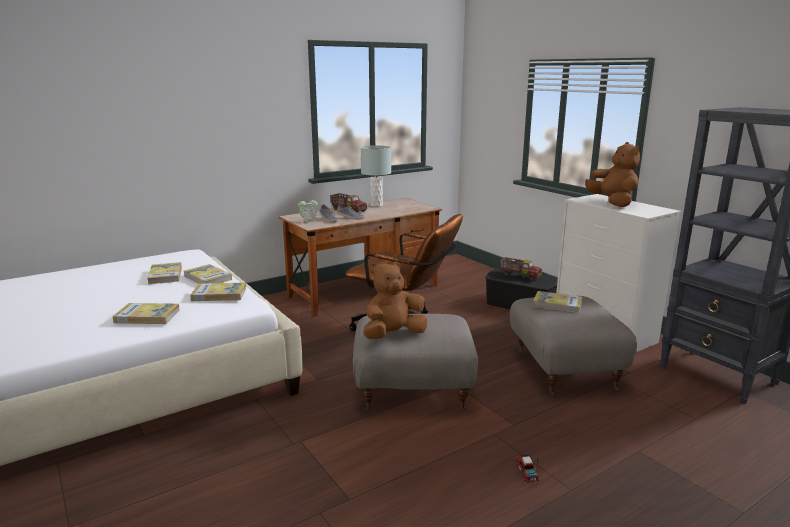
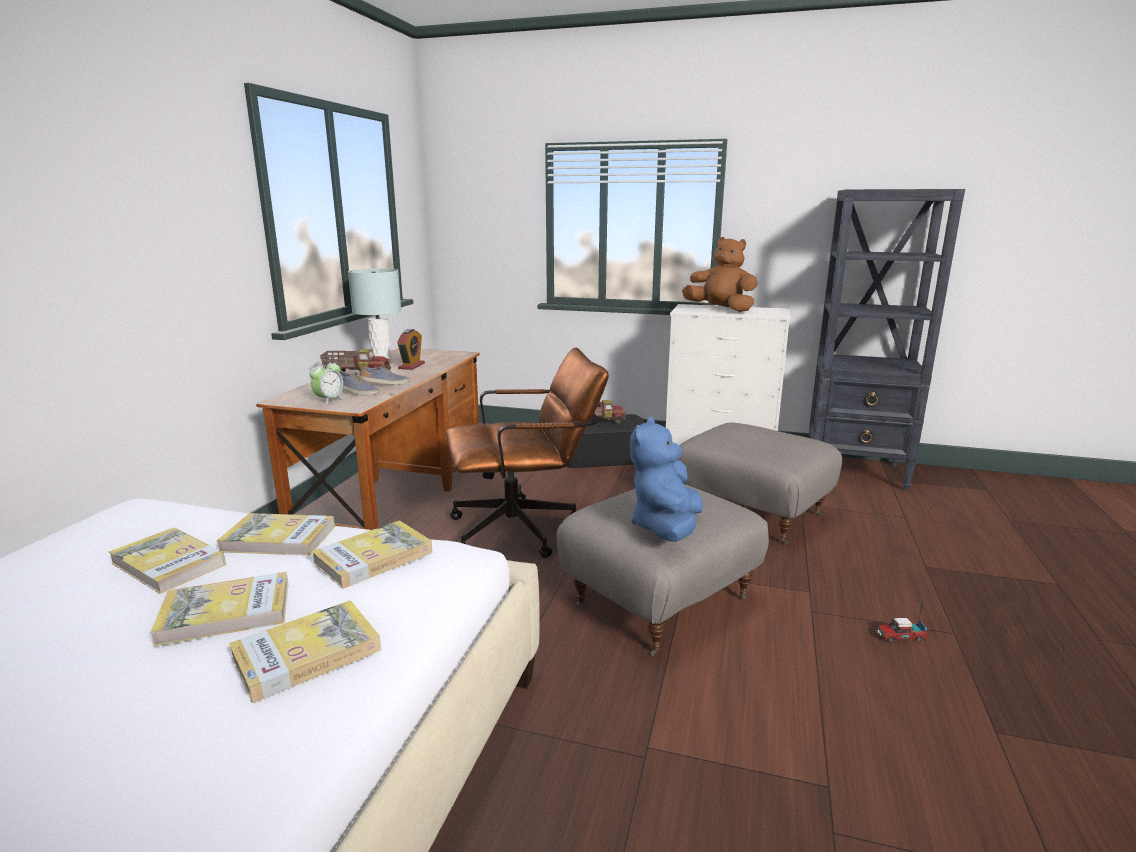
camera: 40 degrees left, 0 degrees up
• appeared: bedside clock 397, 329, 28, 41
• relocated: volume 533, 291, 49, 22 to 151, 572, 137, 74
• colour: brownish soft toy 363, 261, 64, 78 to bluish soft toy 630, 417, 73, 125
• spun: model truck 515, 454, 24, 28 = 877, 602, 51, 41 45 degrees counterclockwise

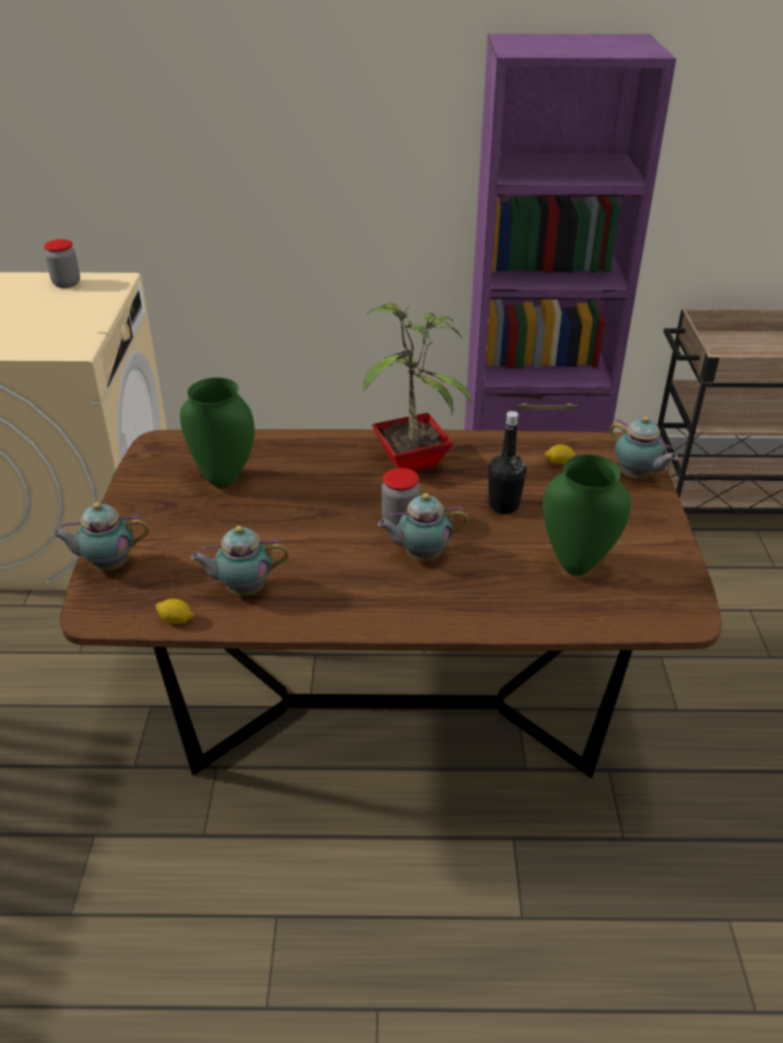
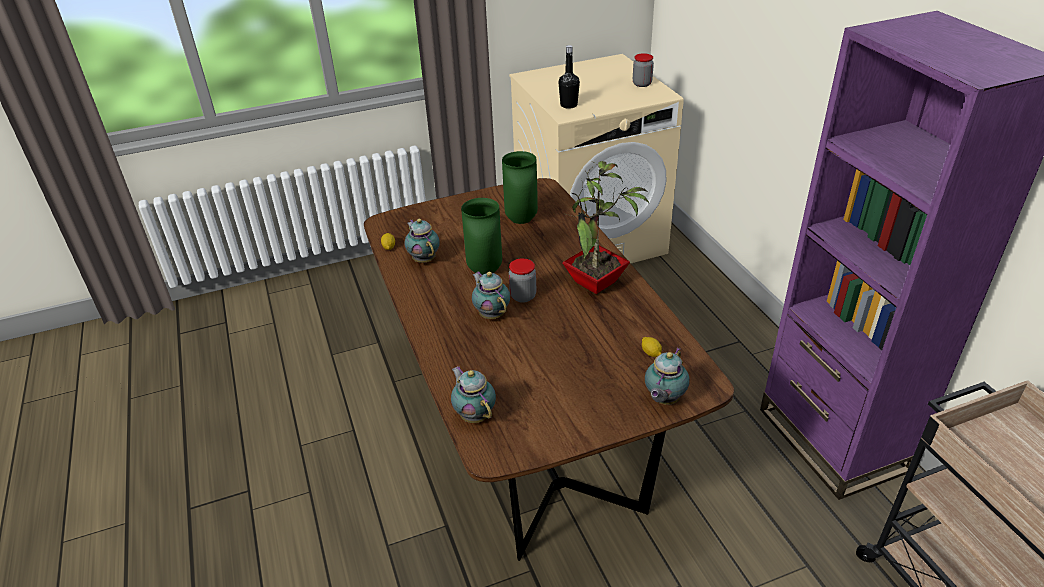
camera: 70 degrees right, 0 degrees up
• relocated: teapot 52, 502, 97, 69 to 451, 366, 45, 57
• relocated: blackish bottle 488, 411, 38, 103 to 558, 45, 22, 64
• relocated: greenish vase 542, 454, 89, 122 to 461, 198, 41, 77

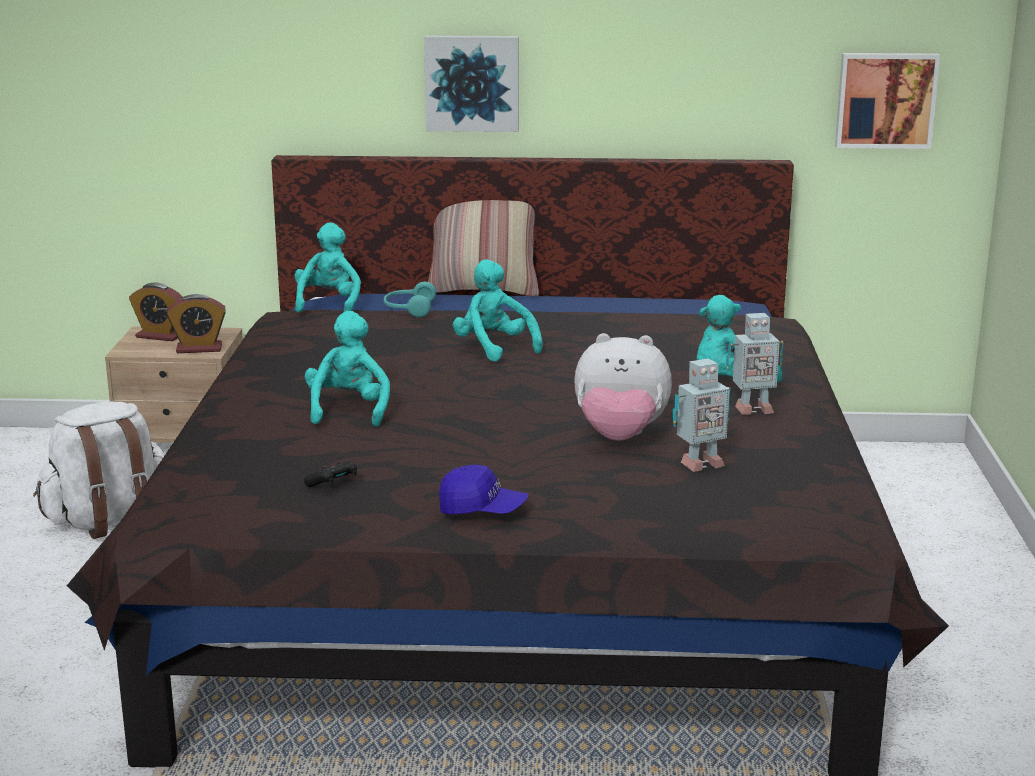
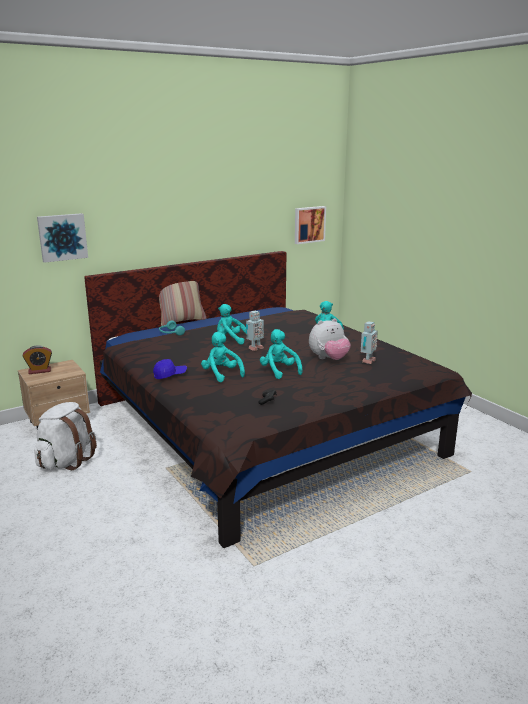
camera: 35 degrees left, 0 degrees up
• missing: bedside clock 167, 294, 59, 59
• relocated: blue-green soft toy 295, 222, 66, 90 to 260, 329, 43, 50
• relocated: picture 424, 35, 95, 97 to 37, 213, 51, 50
• relocated: bluish cap 439, 464, 90, 50 to 153, 359, 34, 20
• relocated: model robot 726, 313, 58, 102 to 245, 311, 19, 40

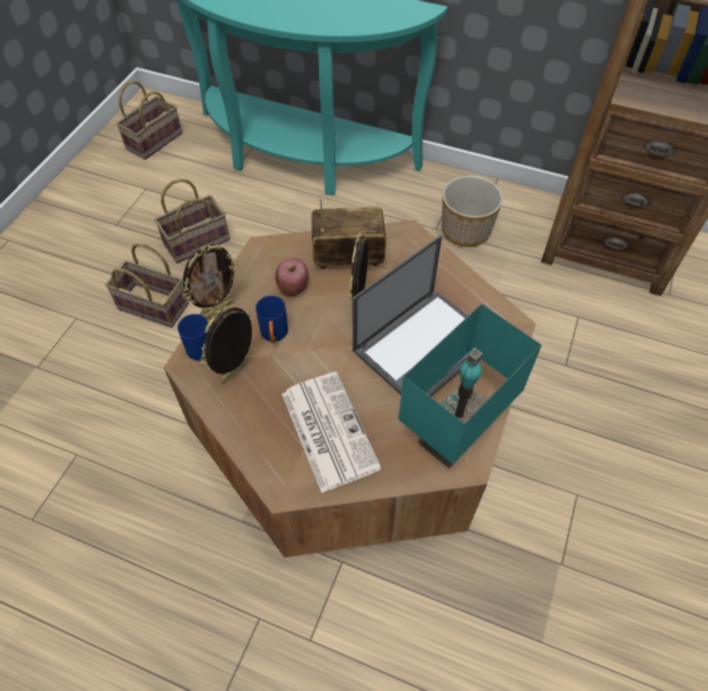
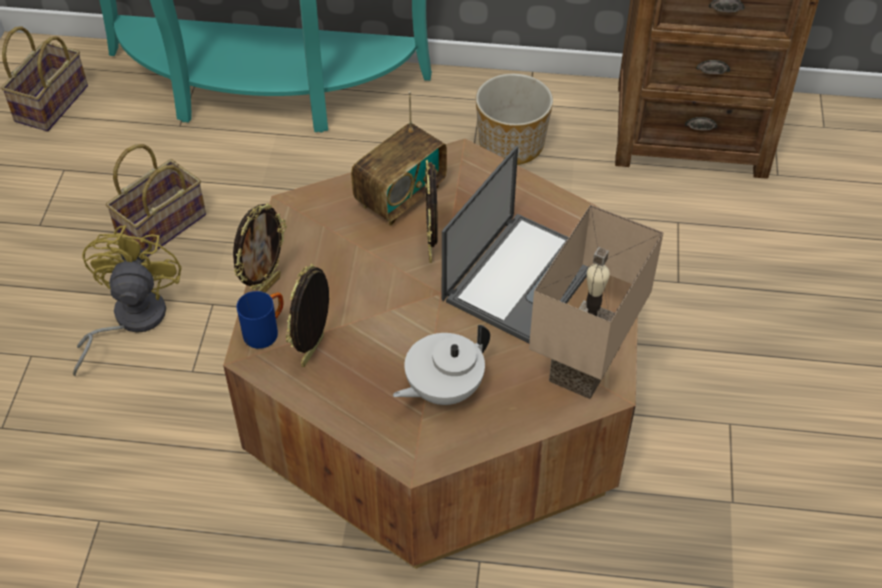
camera: 15 degrees left, 5 degrees down
• missing: bluish coffee mug 256, 296, 32, 47
• missing: apple 275, 258, 34, 38
• exchanged: storage basket 105, 243, 84, 85 to yellowish fan 73, 225, 109, 151
• exchanged: daily paper 282, 372, 100, 121 to white-coloured teapot 393, 325, 97, 80
• colour: blue-green lamp for a table 398, 304, 144, 164 to beige-coloured lamp for a table 529, 204, 135, 195
• spun: radio receiver 311, 198, 75, 71 = 351, 91, 96, 135 150 degrees clockwise

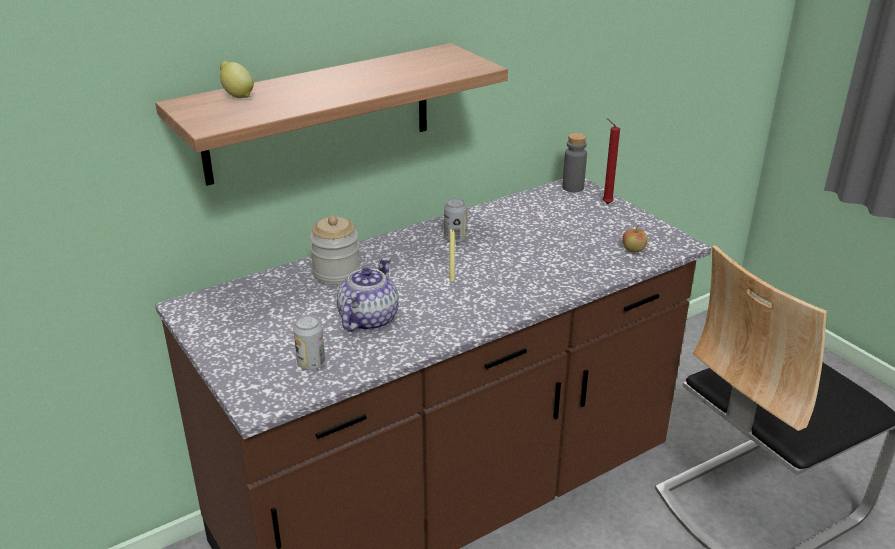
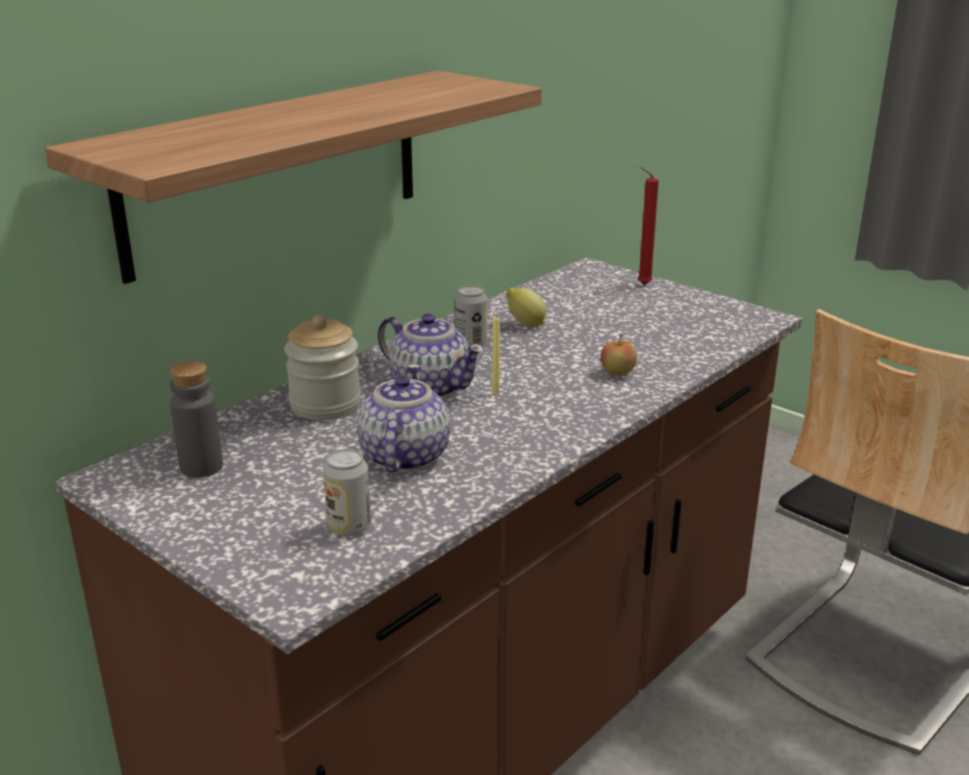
camera: 15 degrees left, 5 degrees down
• appeared: teapot 378, 314, 106, 84
• relocated: citrus fruit 220, 61, 34, 37 to 506, 288, 41, 39
• relocated: greyish bottle 562, 133, 25, 59 to 169, 361, 54, 117
• relocated: apple 622, 225, 25, 28 to 601, 334, 36, 42

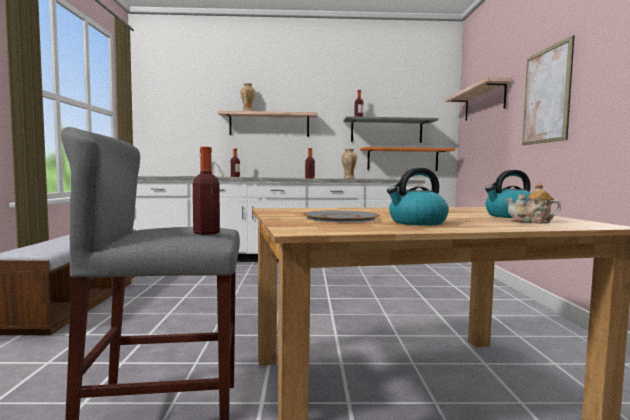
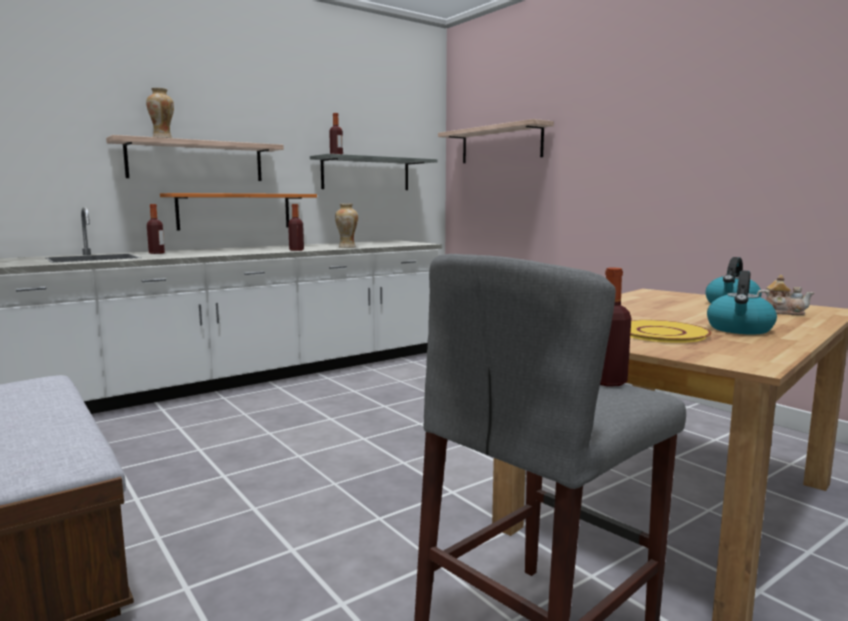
camera: 35 degrees left, 5 degrees up
• missing: picture 522, 35, 52, 110
• relocated: orange-coloured bracket shelf 360, 147, 95, 24 to 160, 193, 157, 37
• colour: greyish dinner plate 303, 211, 77, 11 to yellowish dinner plate 630, 320, 82, 23
• spun: teapot 506, 183, 55, 41 = 757, 275, 57, 40 135 degrees counterclockwise

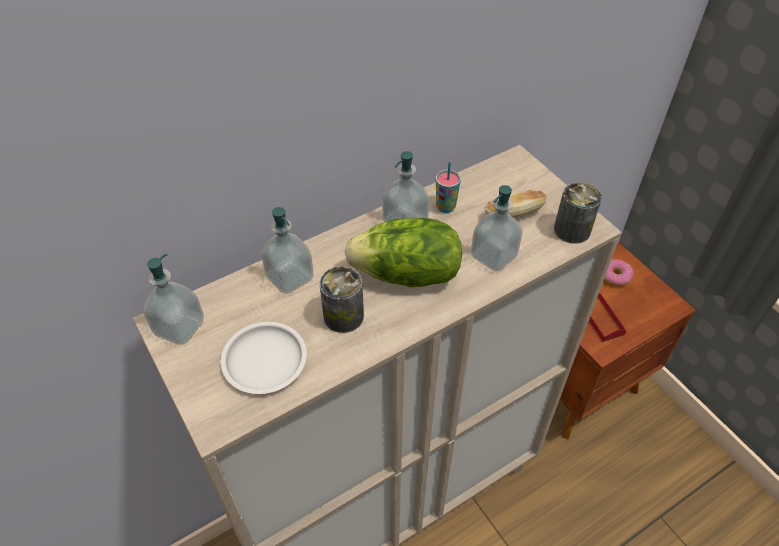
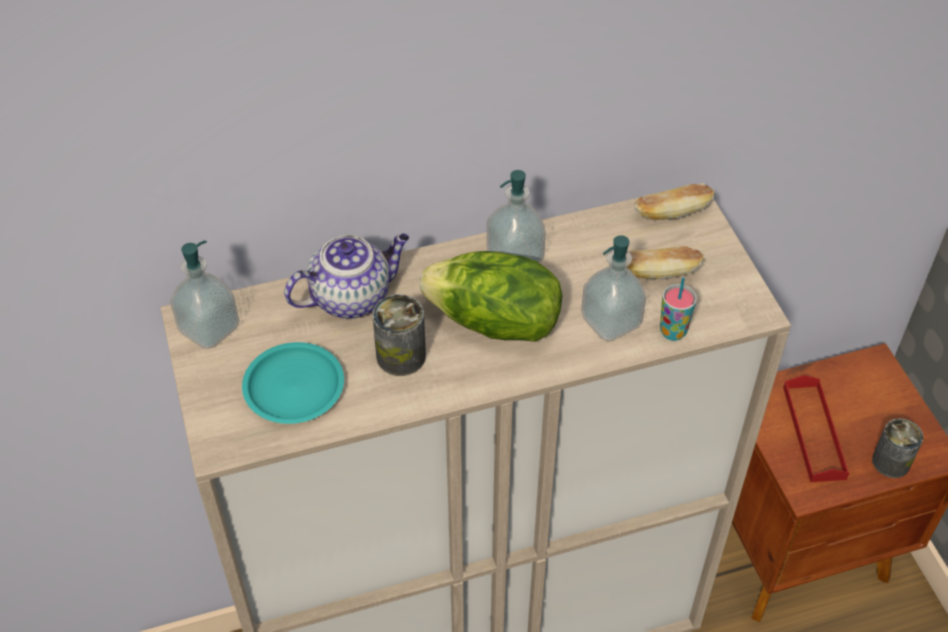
camera: 15 degrees right, 0 degrees up
• missing: donut 604, 259, 30, 27
• appeared: bread 635, 184, 80, 36
• relocated: drinking cup 436, 162, 25, 51 to 660, 277, 37, 64
• relocated: metal can 554, 182, 48, 62 to 872, 418, 51, 60
• exchanged: soap bottle 261, 207, 53, 87 to teapot 284, 234, 125, 85
• colour: white-coloured dinner plate 221, 322, 86, 72 to blue-green dinner plate 242, 342, 102, 82

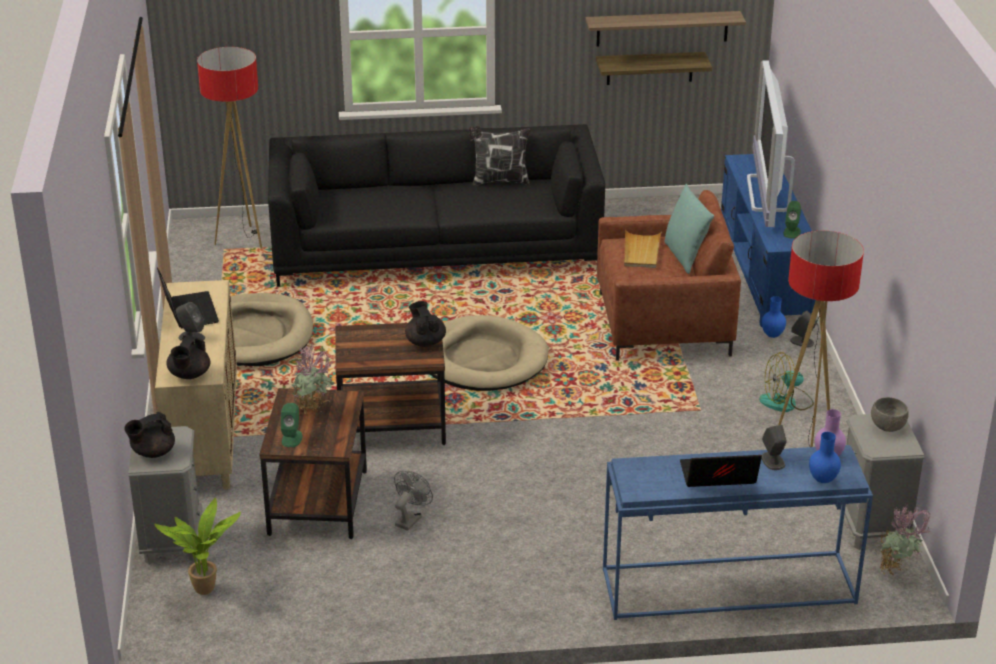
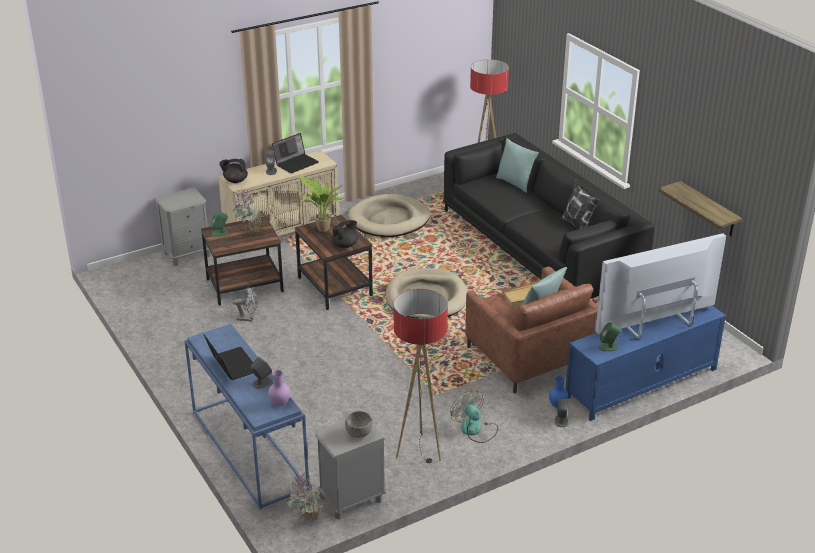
camera: 65 degrees right, 0 degrees up
• missing: blackish teapot 124, 412, 51, 46
• missing: bracket shelf 585, 11, 161, 36
• missing: bluish vase 809, 432, 32, 51
• appeared: blue-green cushion 496, 138, 43, 55
• relocated: plant in a pot 154, 498, 87, 97 to 299, 175, 45, 57

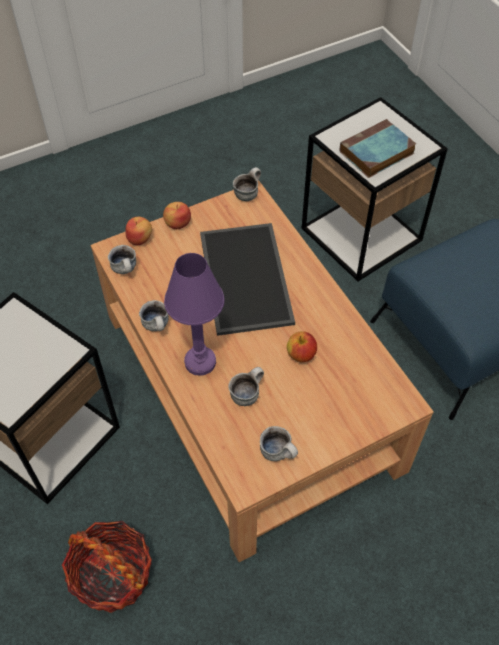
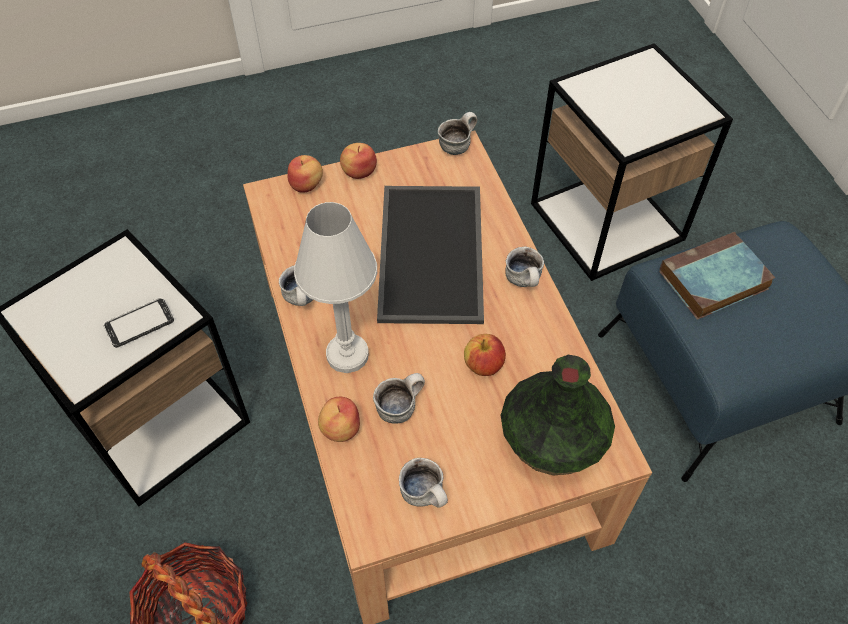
camera: 10 degrees right, 0 degrees up
• appeared: telephone 103, 297, 71, 51
• appeared: apple 318, 397, 42, 45
• appeared: vase 500, 355, 115, 121
• relocated: coffee mug 108, 245, 28, 29 to 505, 247, 39, 40
• relocated: volume 340, 119, 76, 59 to 659, 232, 116, 88
• colour: purple-coloured lamp for a table 164, 253, 61, 123 to white-coloured lamp for a table 294, 202, 83, 171

